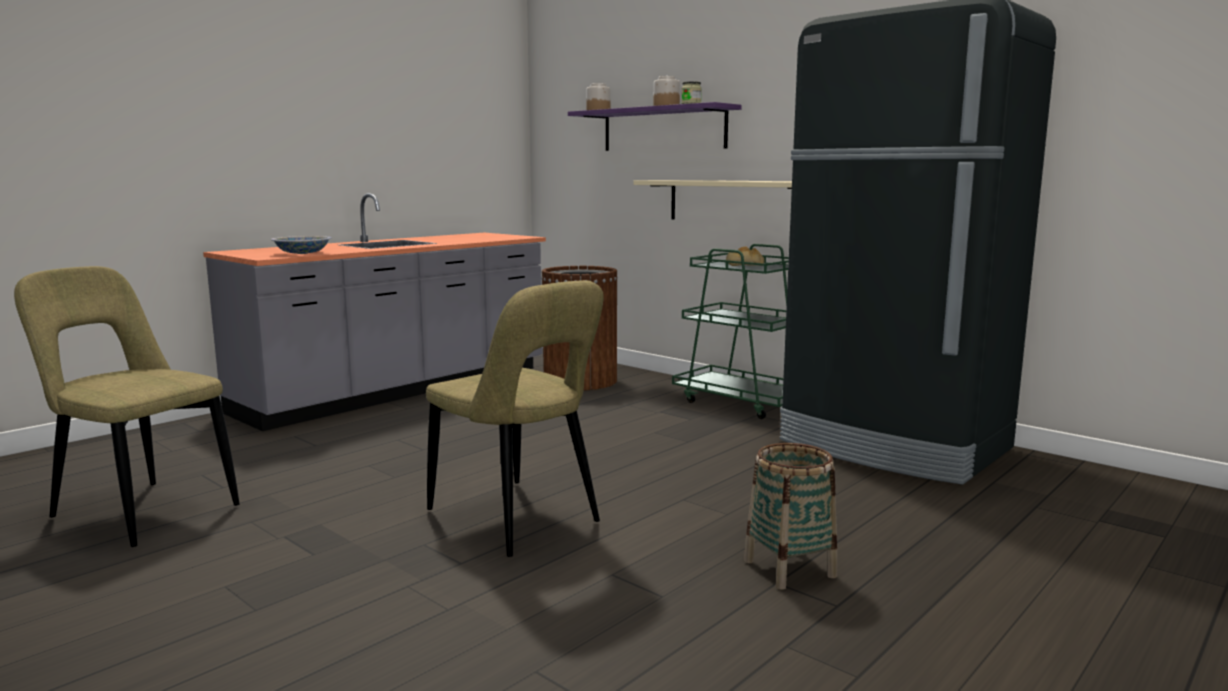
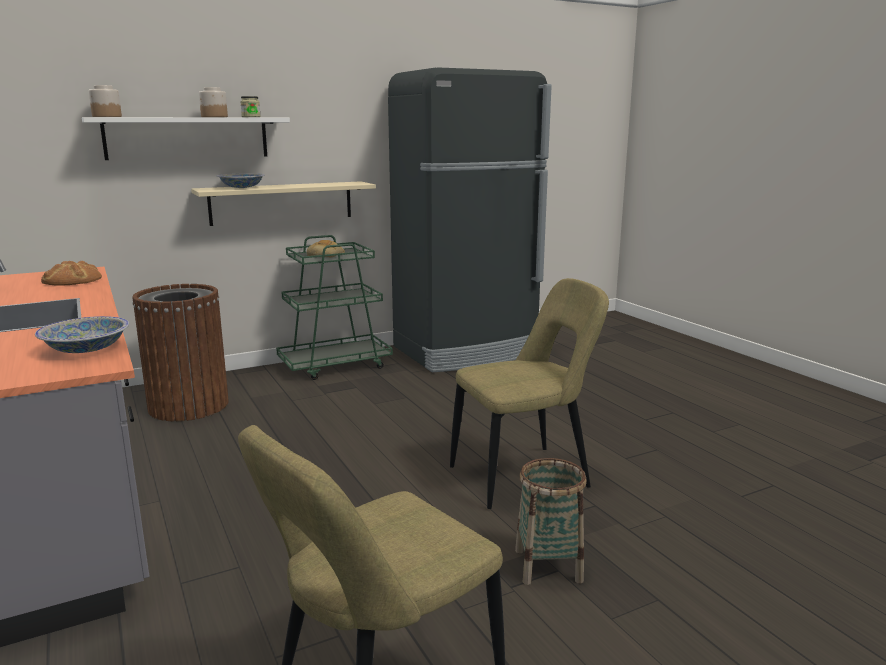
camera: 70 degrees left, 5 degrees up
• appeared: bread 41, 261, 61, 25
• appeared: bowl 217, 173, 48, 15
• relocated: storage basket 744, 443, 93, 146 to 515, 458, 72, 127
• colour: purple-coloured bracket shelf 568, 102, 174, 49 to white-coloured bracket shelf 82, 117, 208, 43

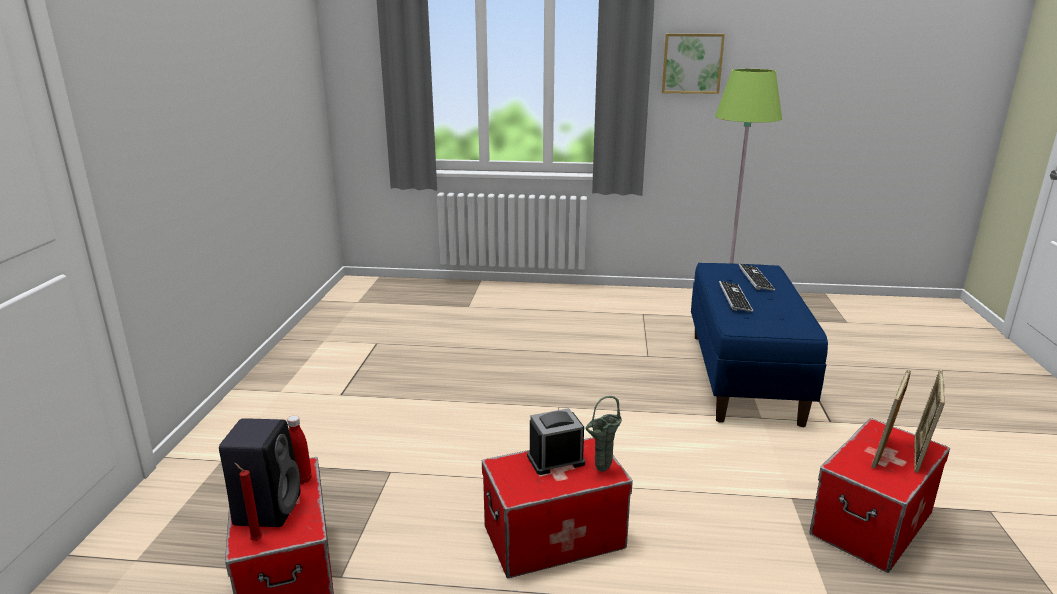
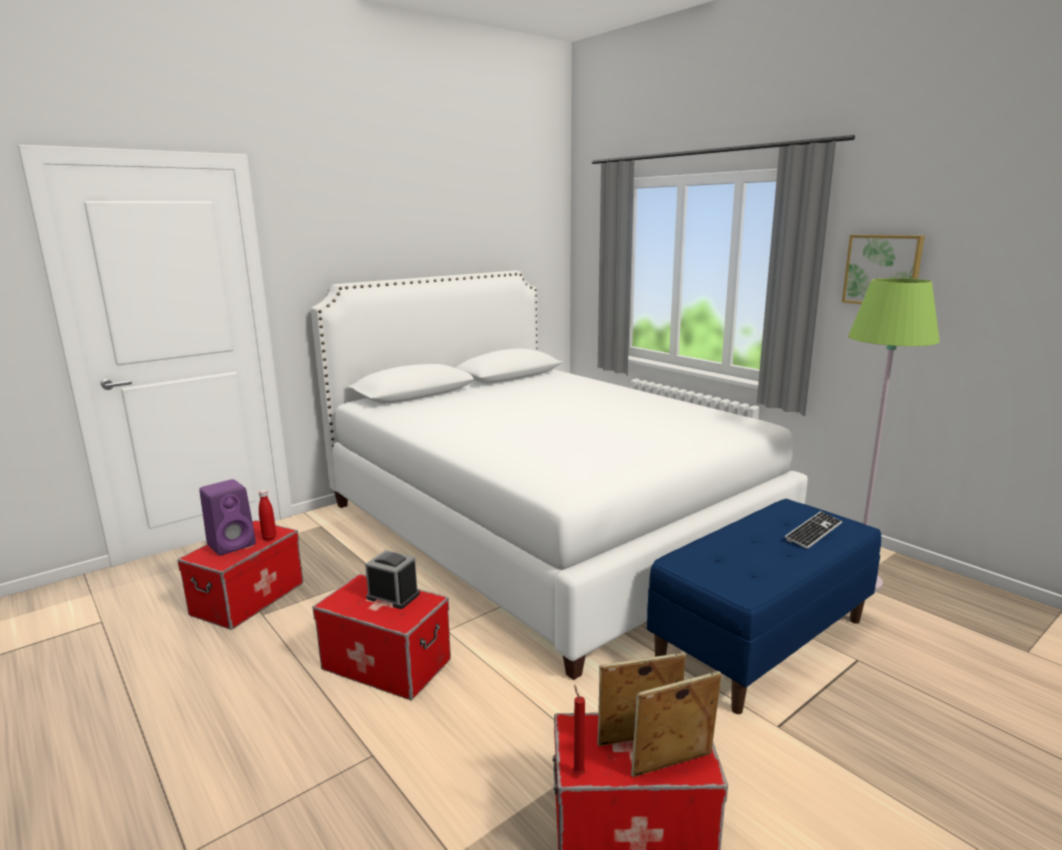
camera: 45 degrees right, 5 degrees down
• missing: greenish vase 585, 396, 37, 76
• missing: computer keyboard 719, 281, 34, 31
• appeared: white-coloured bed 311, 271, 497, 409
• relocated: reddish wax candle 235, 463, 27, 78 to 573, 684, 12, 91
• colour: blackish speaker 219, 418, 82, 109 to purple-coloured speaker 199, 479, 57, 77

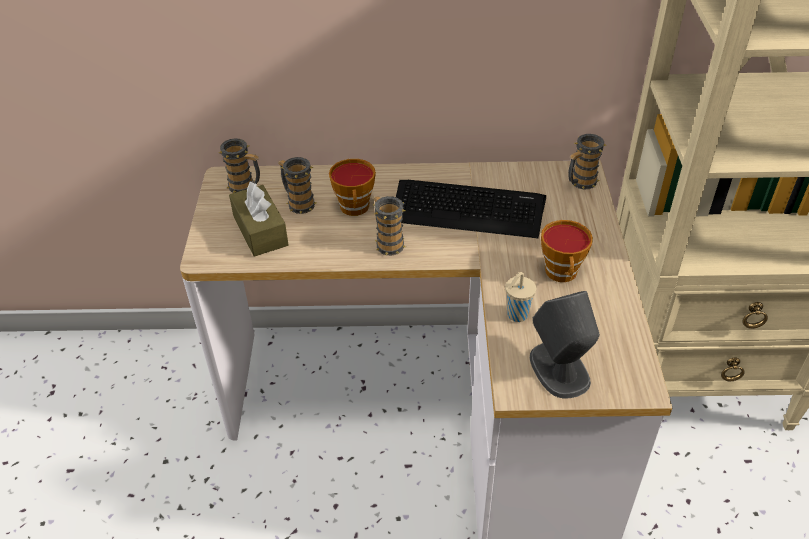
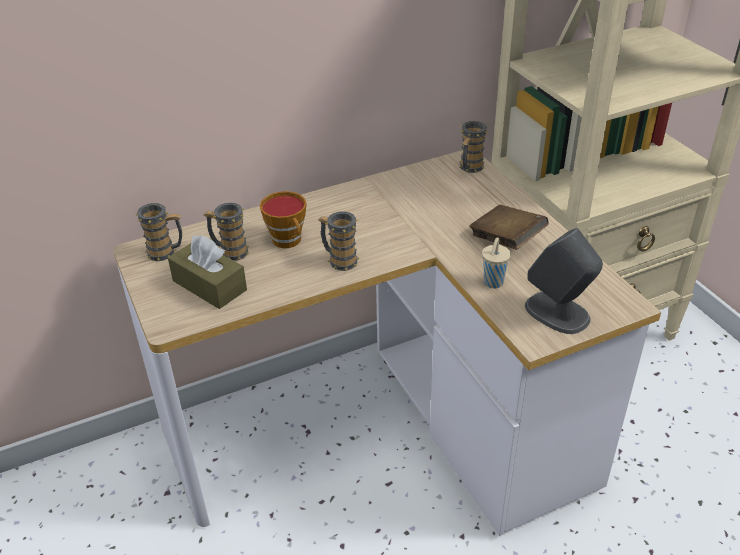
camera: 25 degrees left, 5 degrees down
• missing: computer keyboard 396, 180, 150, 58
• exchanged: drinking cup 541, 220, 52, 62 to brownish volume 469, 205, 80, 45

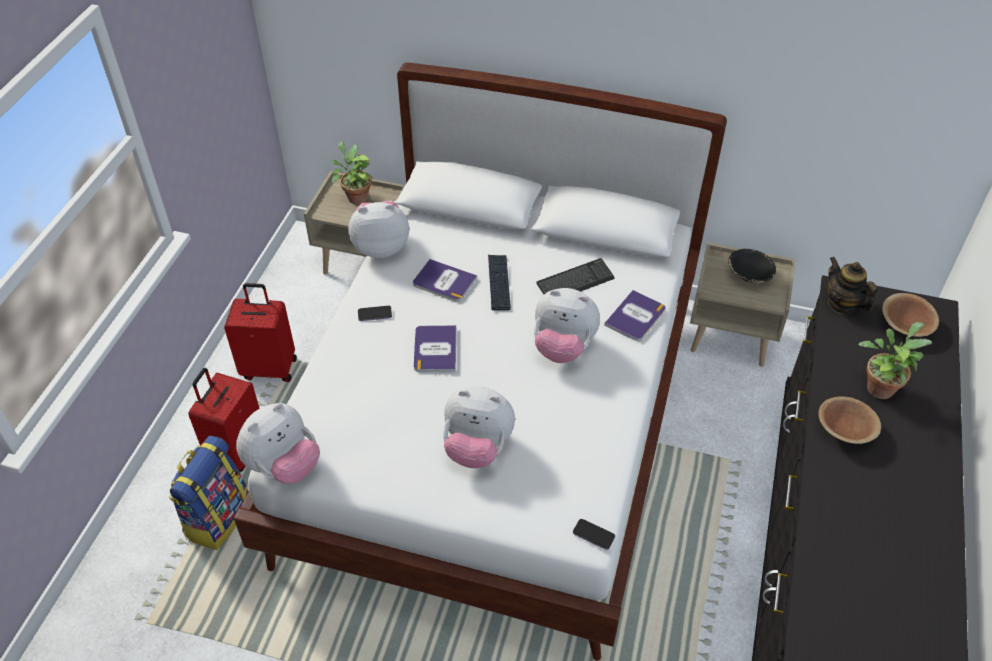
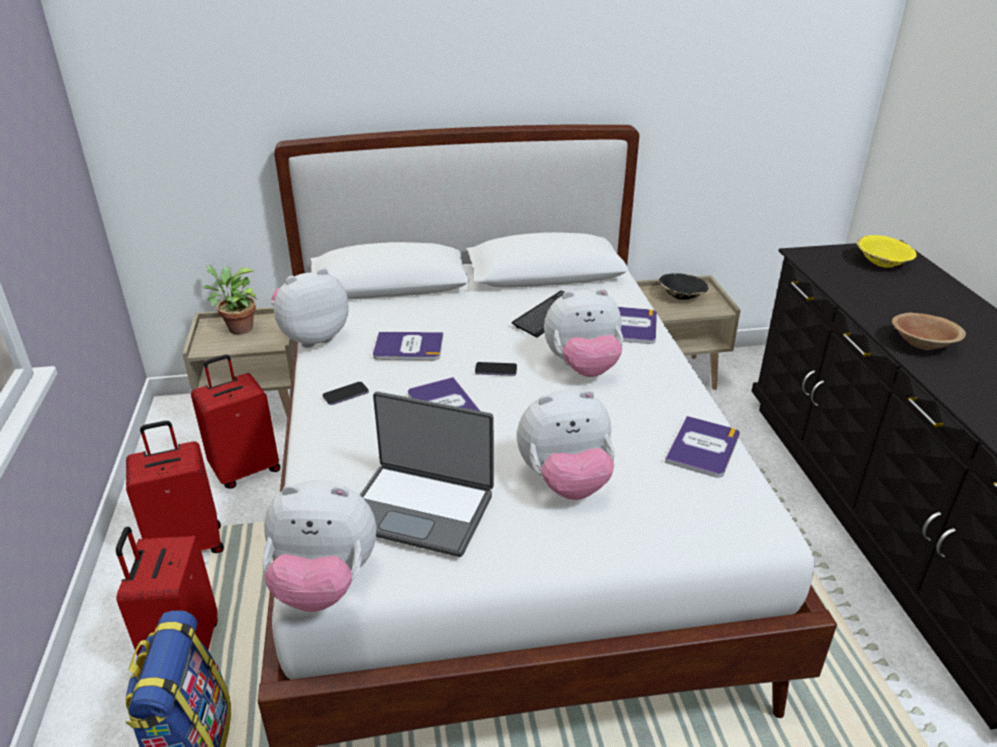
camera: 25 degrees left, 15 degrees down
• missing: computer keyboard 488, 255, 23, 56
• missing: teapot 828, 257, 50, 57
• missing: plant in a pot 858, 322, 74, 77
• appeared: reddish travel case 191, 355, 89, 134
• appeared: notebook computer 360, 391, 134, 166
• appeared: volume 665, 416, 75, 62
• relocated: telephone 573, 519, 42, 31 to 475, 362, 42, 14
• colour: brownish bowl 882, 293, 57, 44 to yellowish bowl 857, 235, 60, 33
• spun: soft toy 236, 403, 84, 81 = 262, 480, 114, 132 75 degrees clockwise

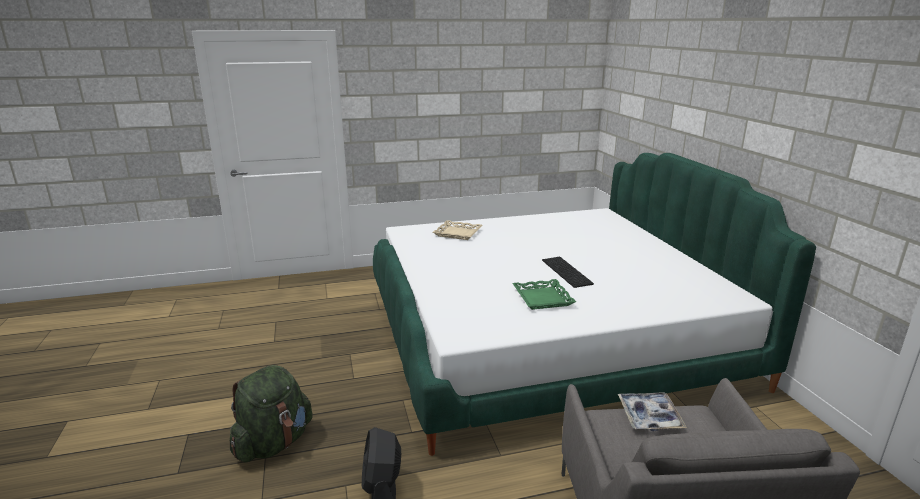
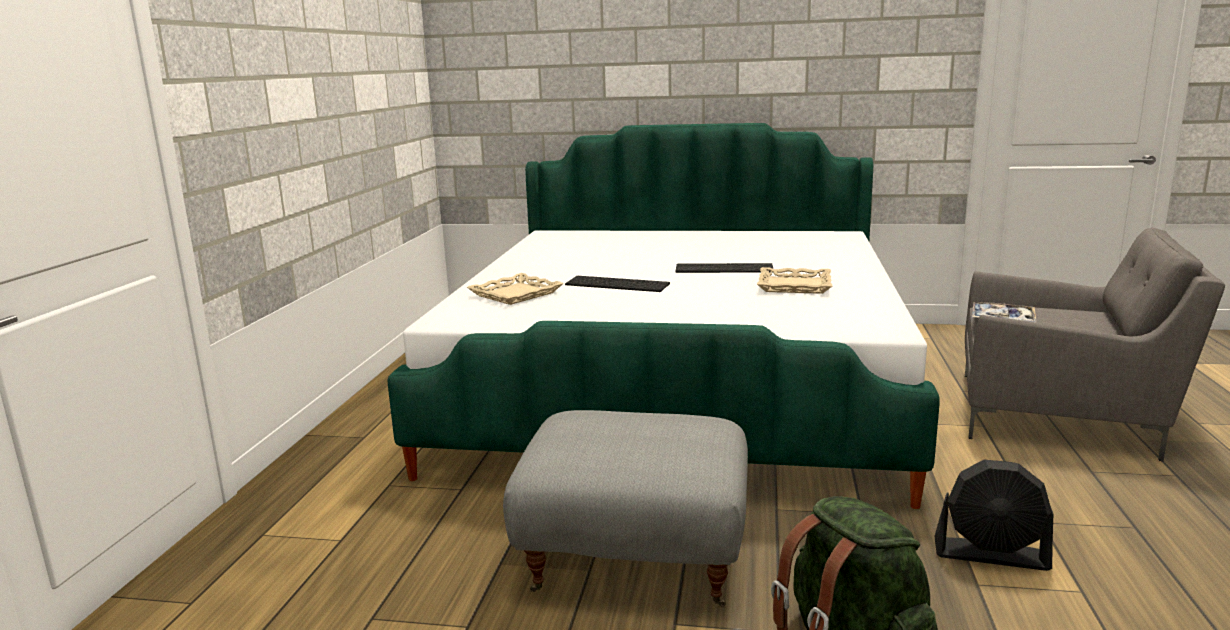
camera: 65 degrees left, 5 degrees down
• appeared: greyish ottoman 503, 410, 245, 197
• appeared: computer keyboard 565, 276, 105, 16
• colour: greenish serving tray 512, 279, 64, 31 to beige-coloured serving tray 757, 267, 75, 27

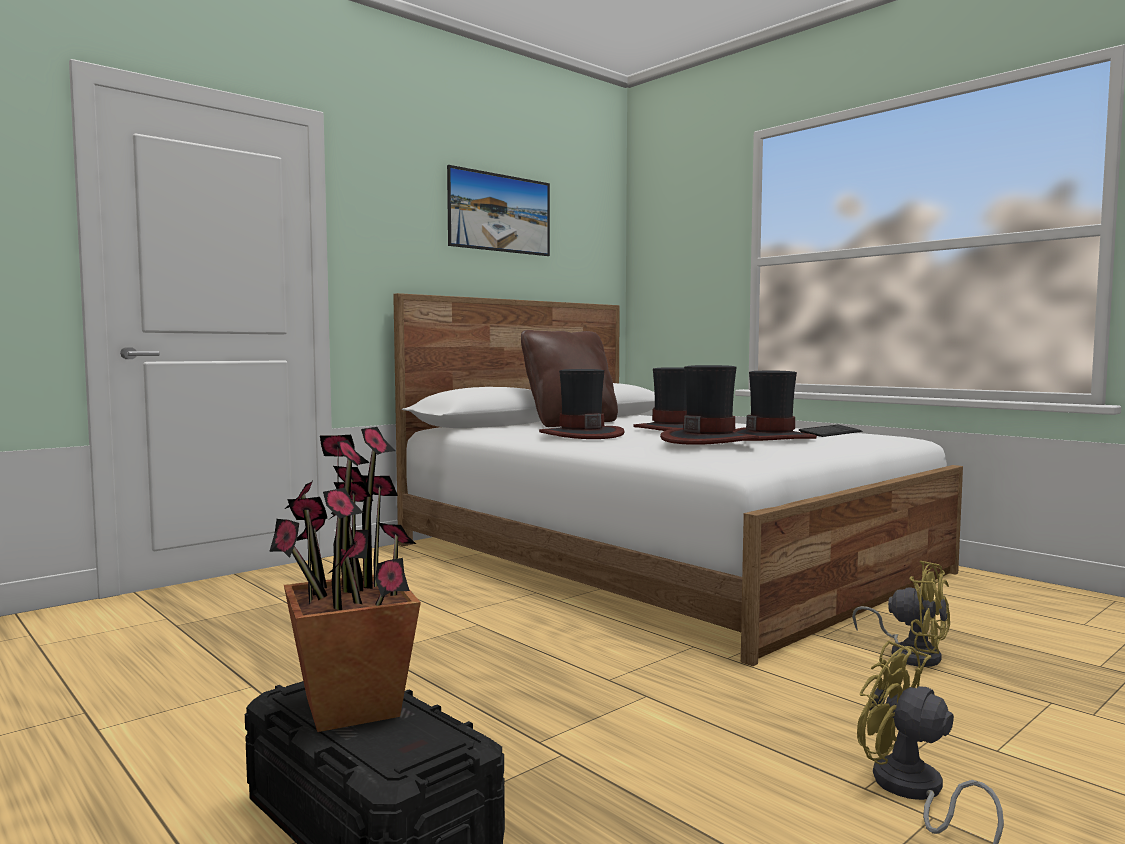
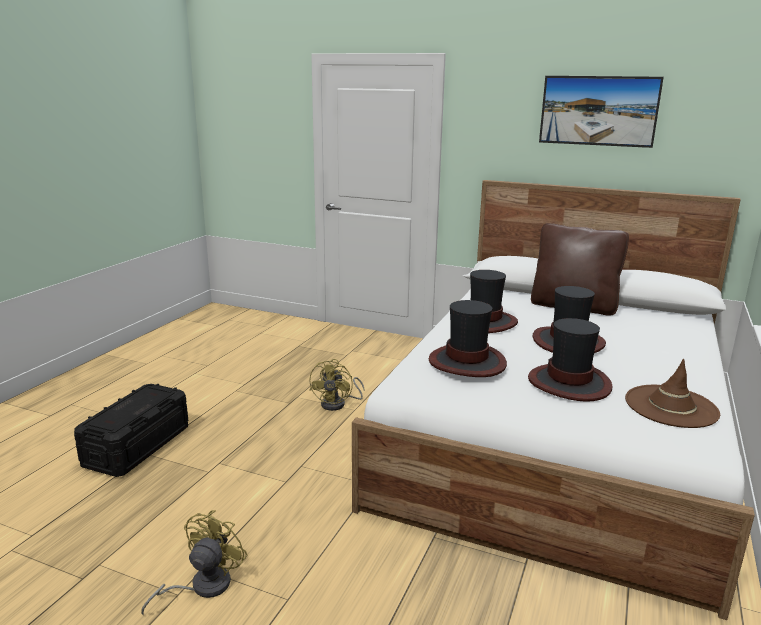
camera: 65 degrees right, 15 degrees up
• missing: plant in a pot 269, 427, 152, 305
• relocated: yellowish fan 852, 560, 98, 107 to 309, 359, 55, 52
• exchanged: computer keyboard 799, 425, 63, 12 to brownish wearable hat 625, 359, 95, 69

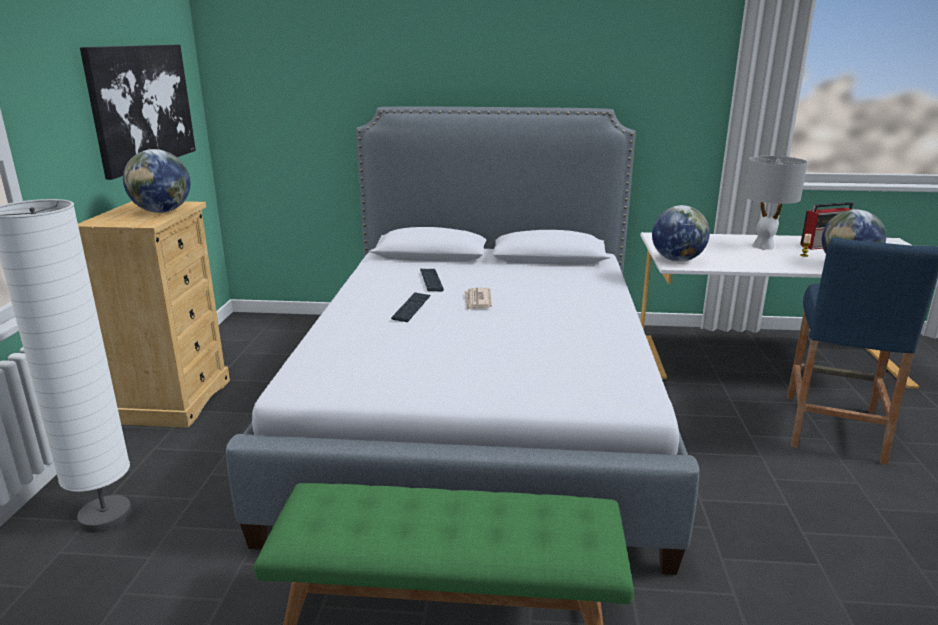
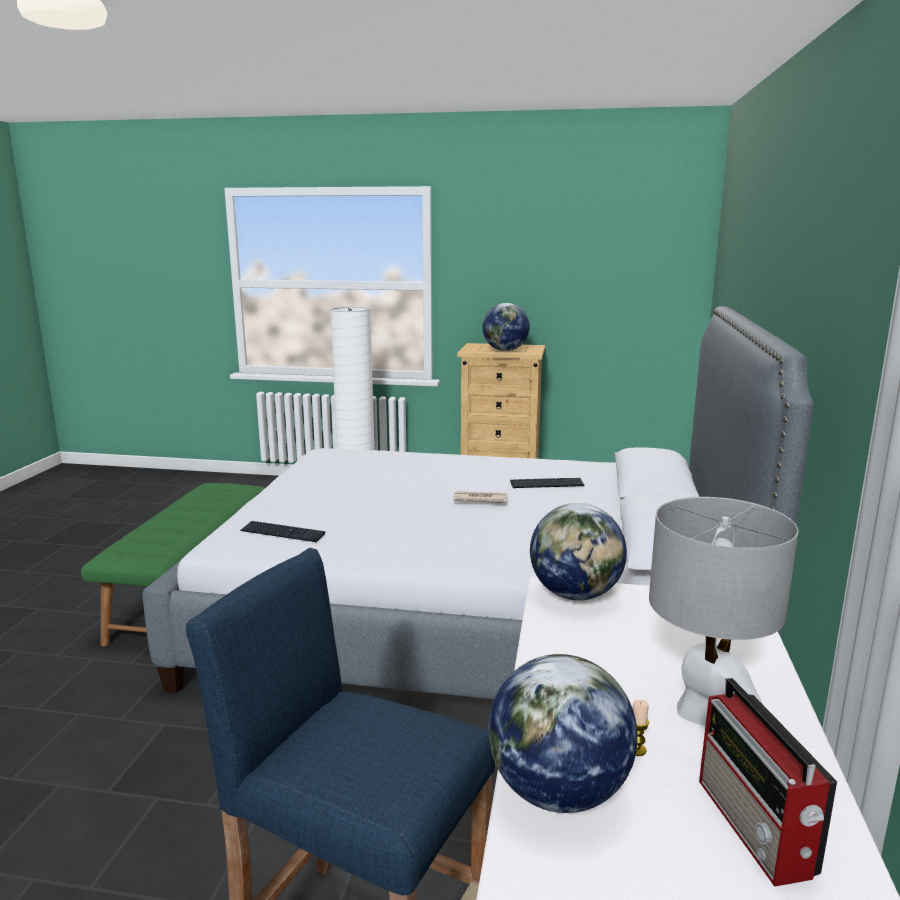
camera: 95 degrees right, 5 degrees down
• missing: picture 80, 45, 116, 135
• relocated: computer keyboard 391, 292, 40, 30 to 240, 521, 85, 21

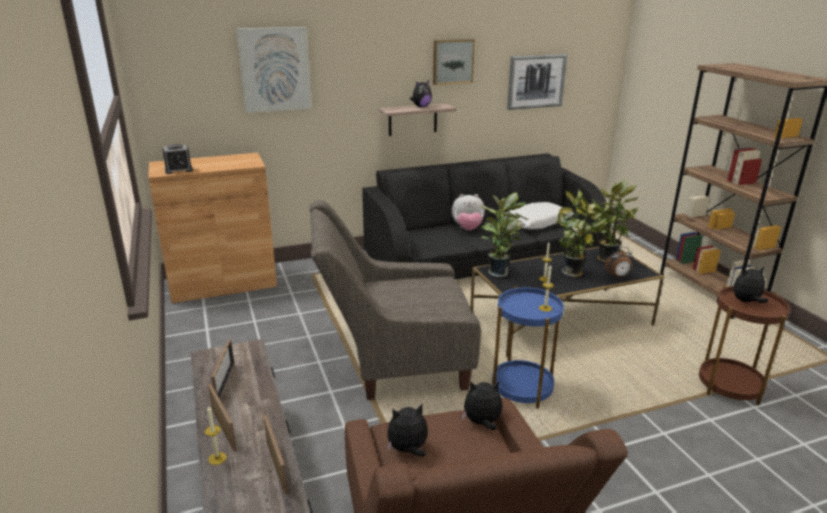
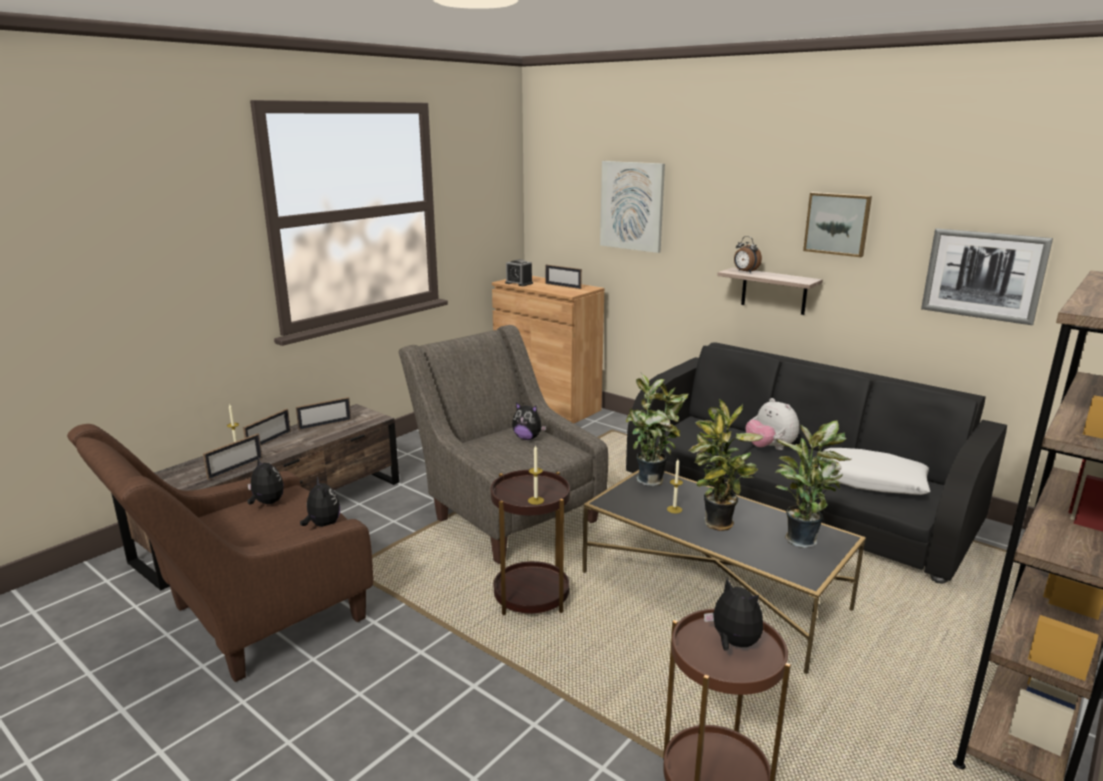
camera: 60 degrees right, 5 degrees down
• appeared: photo frame 546, 265, 36, 24
• relocated: soft toy 410, 80, 22, 27 to 512, 402, 34, 38
• relocated: bedside clock 605, 247, 28, 31 to 734, 236, 28, 37
• colour: bluish side table 492, 286, 72, 123 to brownish side table 491, 470, 79, 145

